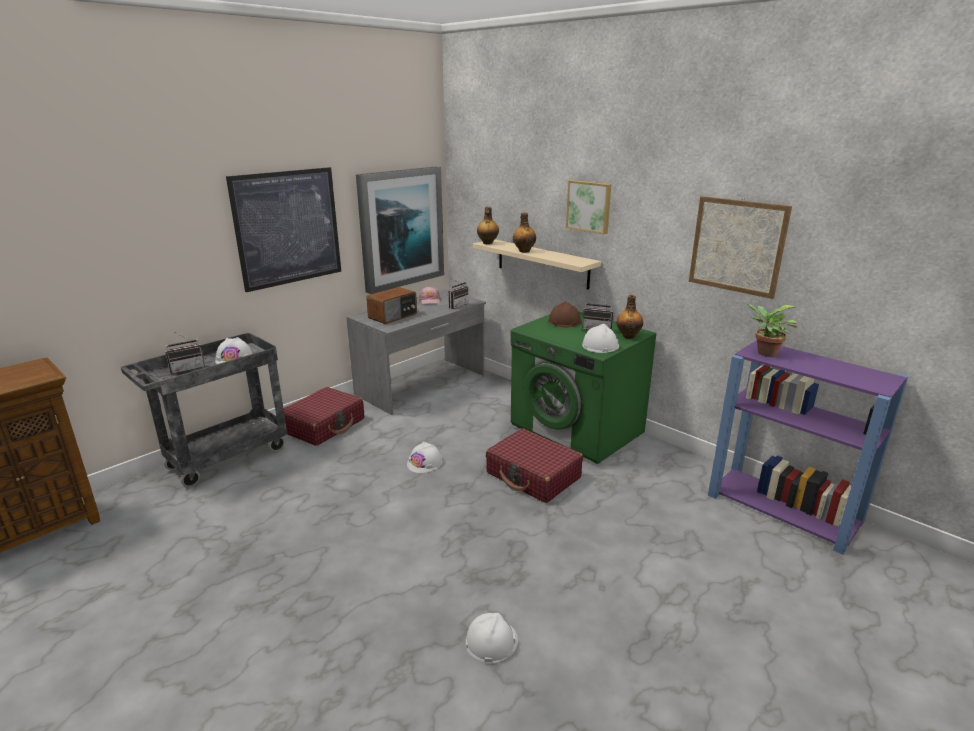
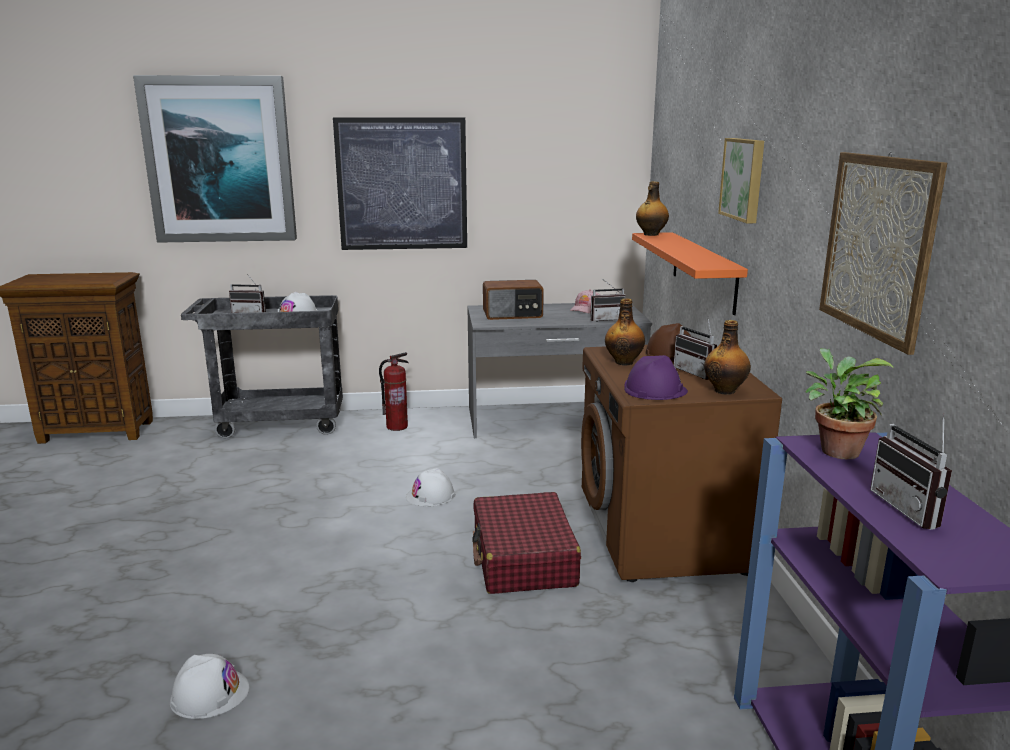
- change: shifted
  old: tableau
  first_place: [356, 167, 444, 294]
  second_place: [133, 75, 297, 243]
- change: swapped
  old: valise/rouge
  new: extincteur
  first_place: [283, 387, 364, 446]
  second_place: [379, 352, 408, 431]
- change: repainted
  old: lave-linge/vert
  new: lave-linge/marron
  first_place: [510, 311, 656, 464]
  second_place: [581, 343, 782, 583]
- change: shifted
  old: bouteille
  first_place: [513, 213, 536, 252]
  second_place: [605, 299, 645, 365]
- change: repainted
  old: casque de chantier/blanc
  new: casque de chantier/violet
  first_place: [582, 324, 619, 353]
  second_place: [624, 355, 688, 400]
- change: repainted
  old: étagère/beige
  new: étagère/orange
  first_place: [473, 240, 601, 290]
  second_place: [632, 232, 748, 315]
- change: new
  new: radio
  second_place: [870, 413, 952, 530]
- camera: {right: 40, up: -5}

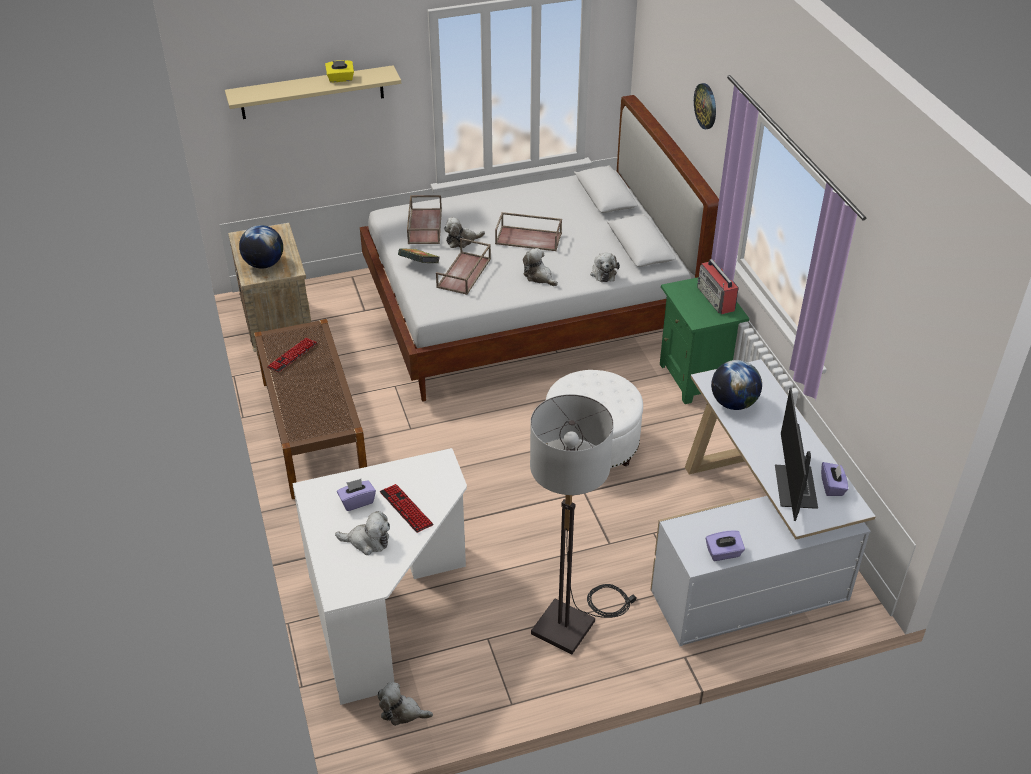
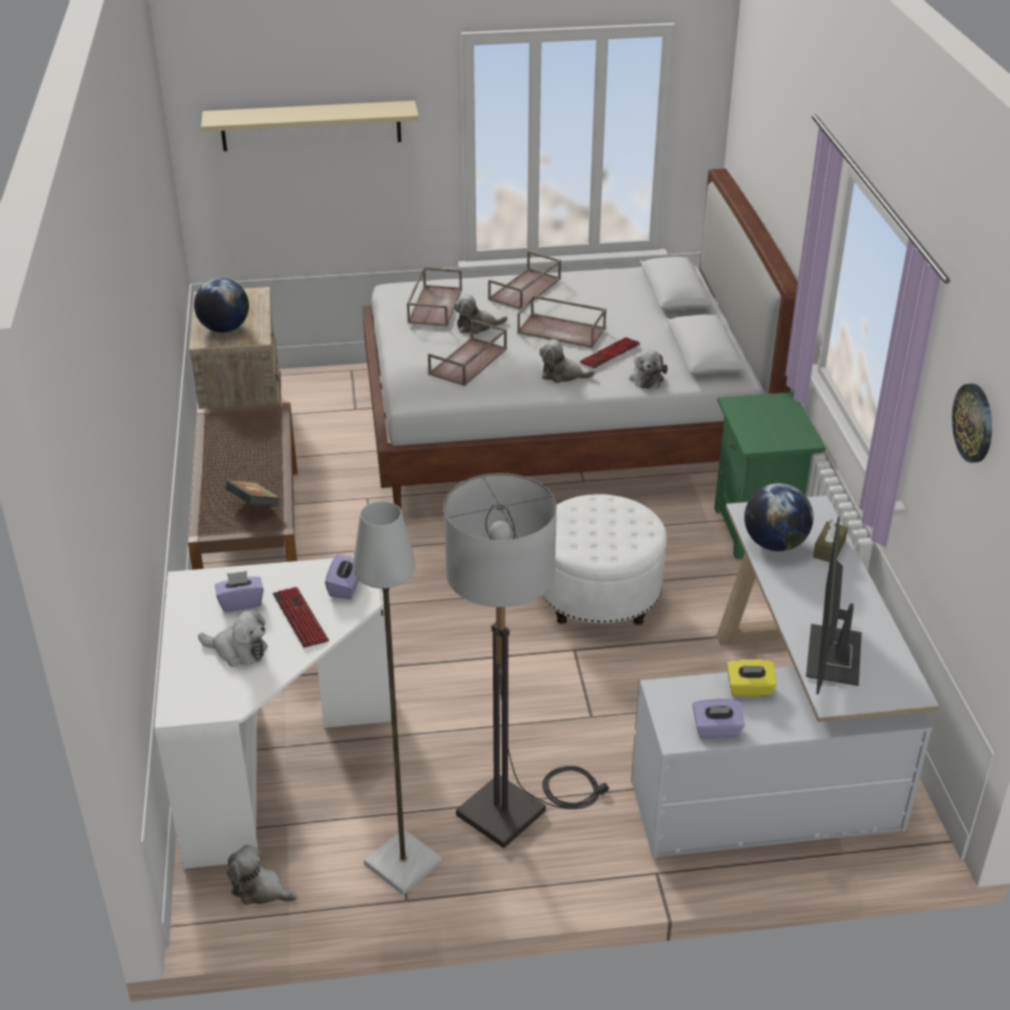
- change: shifted
  old: livre
  first_place: [398, 248, 440, 263]
  second_place: [225, 480, 281, 507]
- change: shifted
  old: boîte à mouchoirs/violet
  first_place: [821, 462, 848, 496]
  second_place: [325, 554, 359, 599]
- change: new
  new: lampadaire/gris
  second_place: [353, 501, 443, 895]
- change: new
  new: plateau/marron
  second_place: [488, 251, 561, 310]
- change: rotated
  old: peluche
  first_place: [523, 248, 558, 286]
  second_place: [539, 339, 595, 383]
  degrees: -45
- change: shifted
  old: clavier
  first_place: [267, 338, 318, 372]
  second_place: [580, 337, 640, 368]
- change: shifted
  old: boîte à mouchoirs/jaune
  first_place: [325, 60, 354, 83]
  second_place: [726, 659, 777, 697]
- change: new
  new: boîte à mouchoirs/marron
  second_place: [813, 519, 848, 562]
- change: shifted
  old: horloge murale
  first_place: [694, 83, 716, 129]
  second_place: [952, 384, 992, 463]
- change: gone
  old: radio
  first_place: [697, 259, 739, 314]
- camera: {right: 10, up: -5}

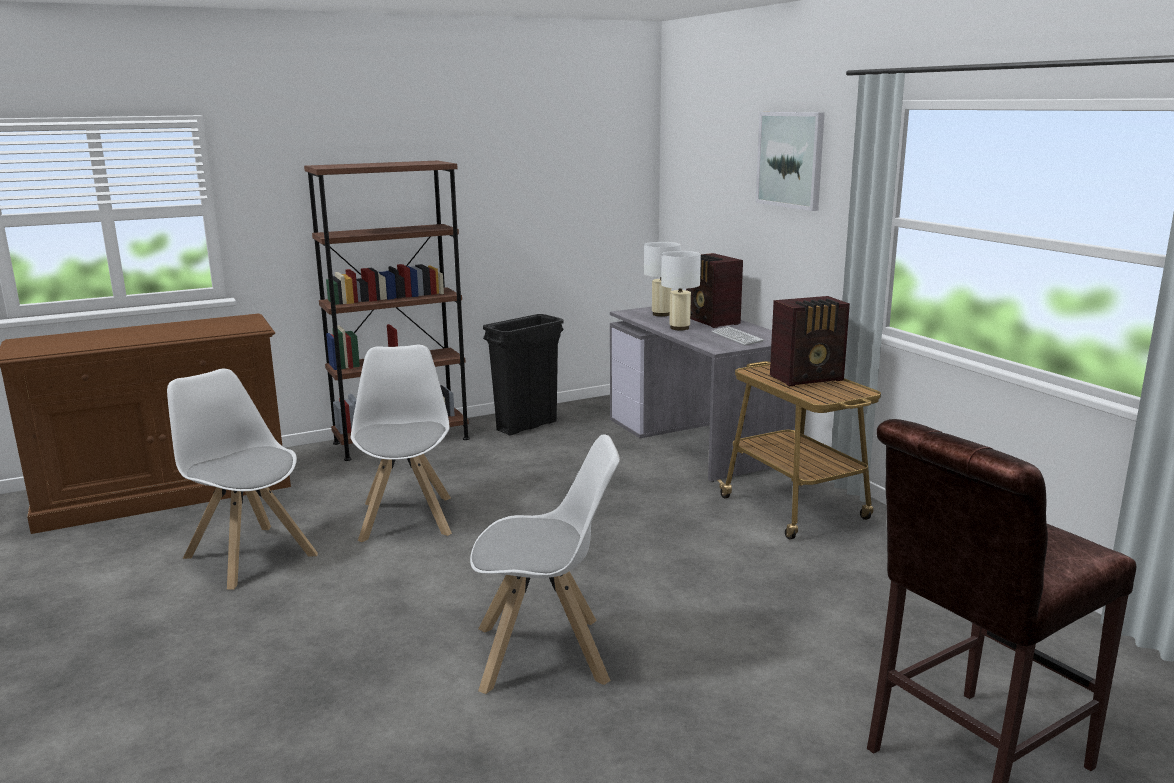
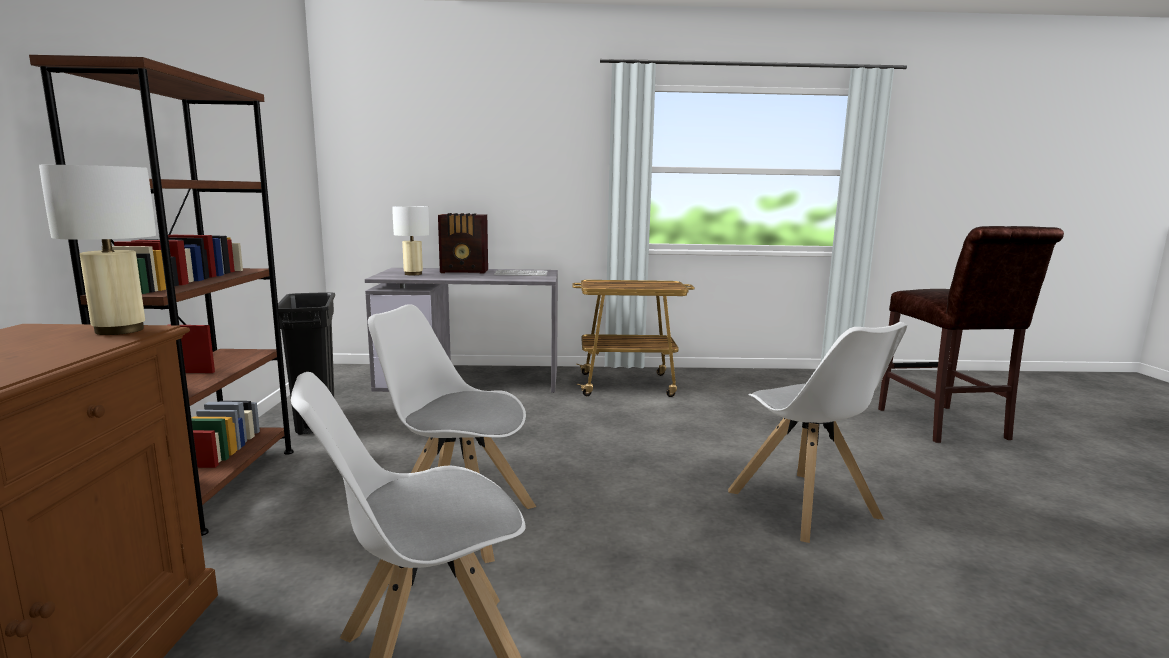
- change: shifted
  old: lampe de table/blanc
  first_place: [661, 251, 701, 330]
  second_place: [39, 165, 156, 335]
- change: rotated
  old: chaise
  first_place: [470, 435, 620, 694]
  second_place: [728, 322, 907, 543]
  degrees: 135
- change: gone
  old: tableau
  first_place: [756, 112, 825, 211]
- change: gone
  old: radio
  first_place: [770, 296, 850, 386]
- camera: {right: -65, up: -5}

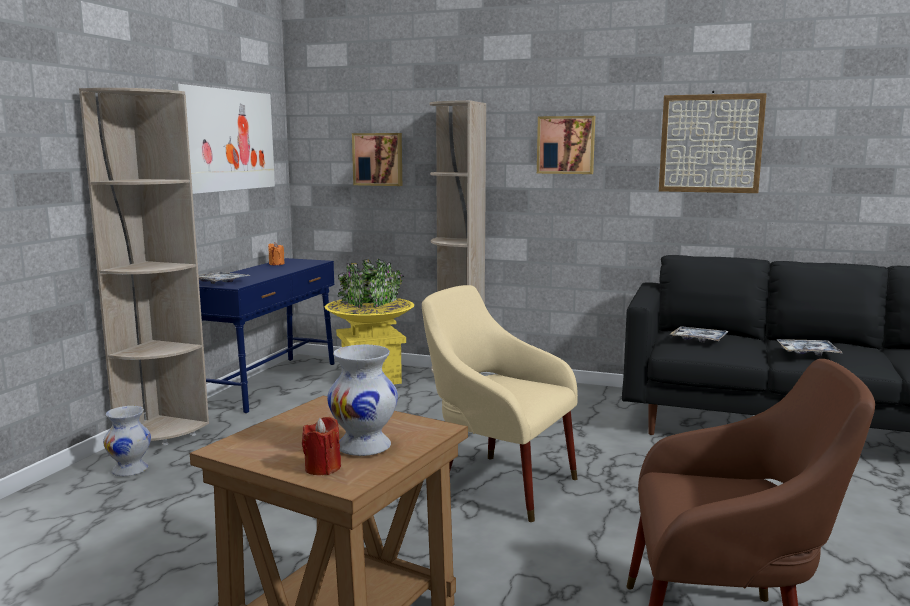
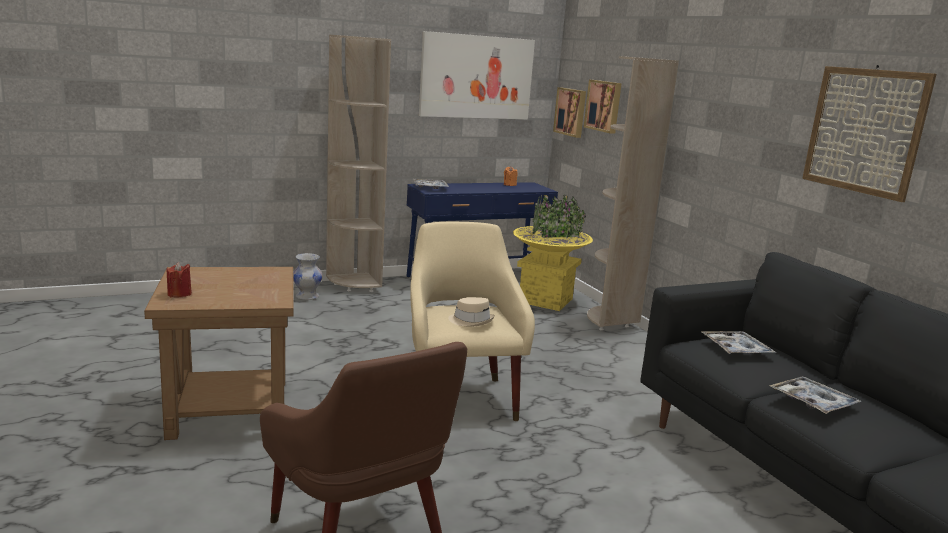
- change: new
  new: chapeau/beige
  second_place: [448, 297, 495, 327]
- change: shifted
  old: tableau
  first_place: [537, 116, 595, 174]
  second_place: [553, 87, 586, 138]
- change: gone
  old: vase/blanc
  first_place: [327, 345, 398, 456]
- camera: {right: 45, up: 5}

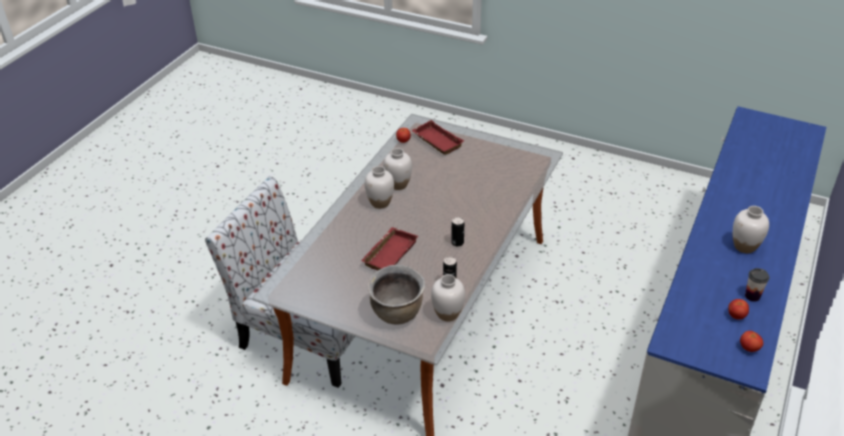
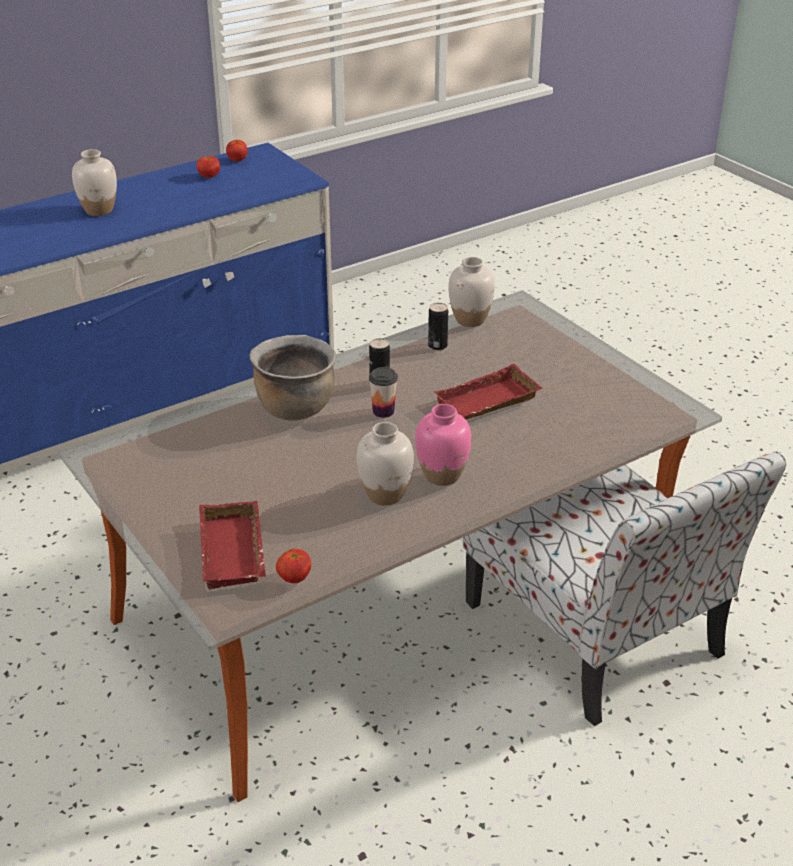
- change: shifted
  old: marmite/marron
  first_place: [368, 265, 425, 325]
  second_place: [250, 335, 336, 421]
- change: shifted
  old: tasse
  first_place: [745, 268, 769, 302]
  second_place: [369, 367, 398, 418]
- change: repainted
  old: vase/blanc
  new: vase/rose
  first_place: [365, 166, 394, 209]
  second_place: [415, 404, 471, 486]
- camera: {right: -150, up: -5}

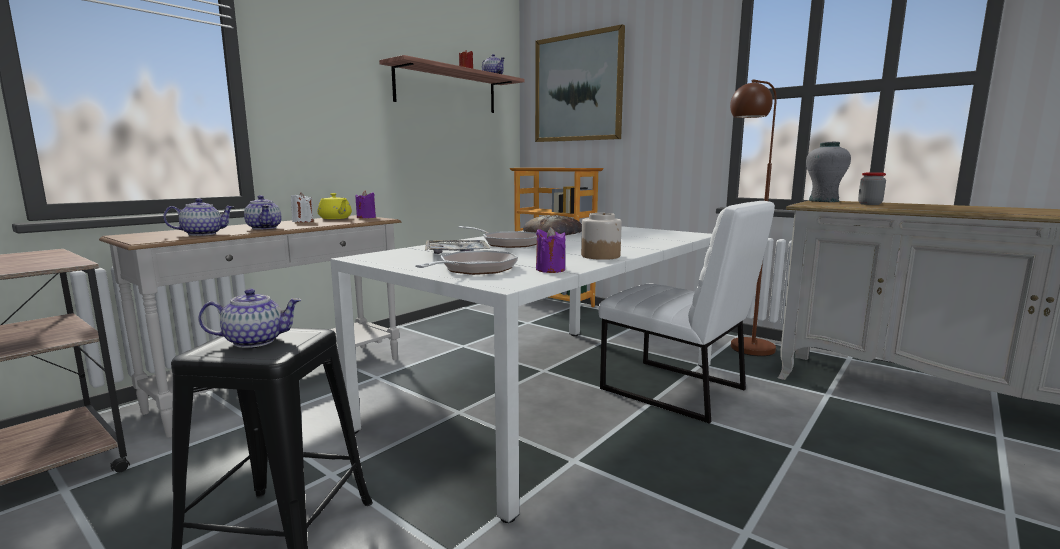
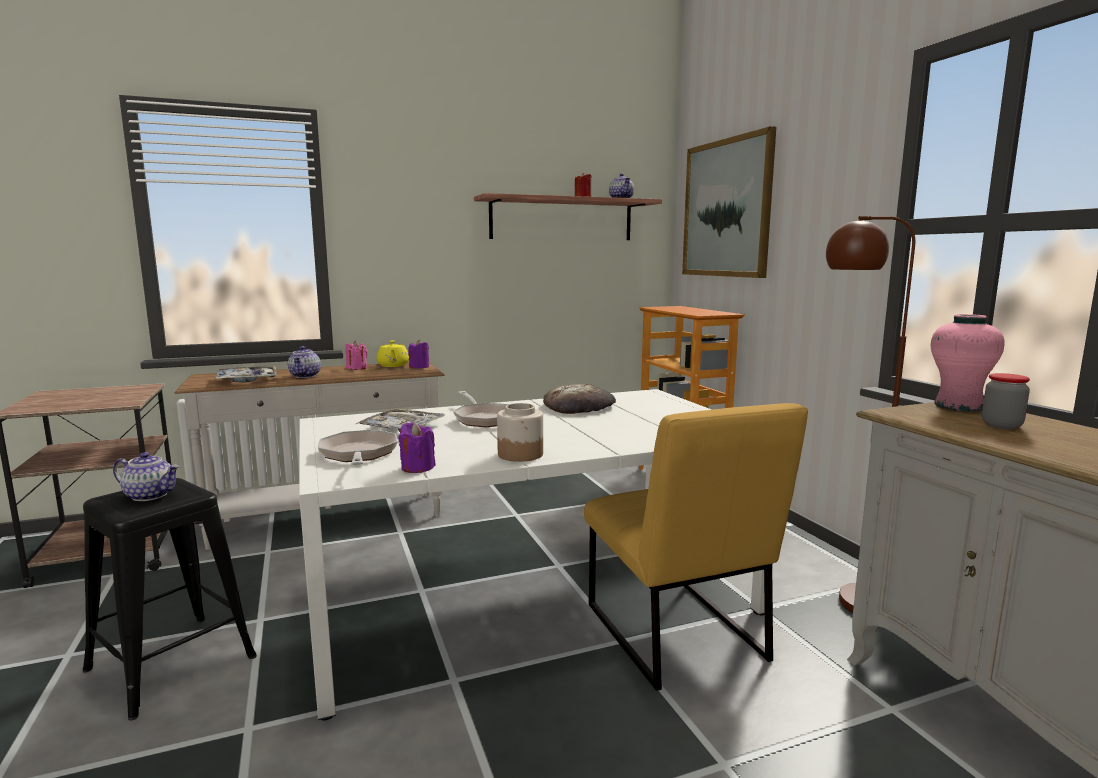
- change: swapped
  old: théière
  new: plateau
  first_place: [163, 198, 234, 236]
  second_place: [215, 366, 277, 383]
- change: rotated
  old: poêle
  first_place: [415, 250, 518, 275]
  second_place: [318, 430, 397, 465]
  degrees: -75
- change: repainted
  old: bougie/blanc
  new: bougie/rose
  first_place: [291, 192, 313, 222]
  second_place: [345, 340, 368, 370]
- change: repainted
  old: chaise/blanc
  new: chaise/jaune
  first_place: [598, 201, 775, 424]
  second_place: [584, 403, 808, 691]
- change: repainted
  old: vase/gris
  new: vase/rose
  first_place: [806, 142, 851, 202]
  second_place: [931, 314, 1005, 412]
- camera: {right: 30, up: 0}

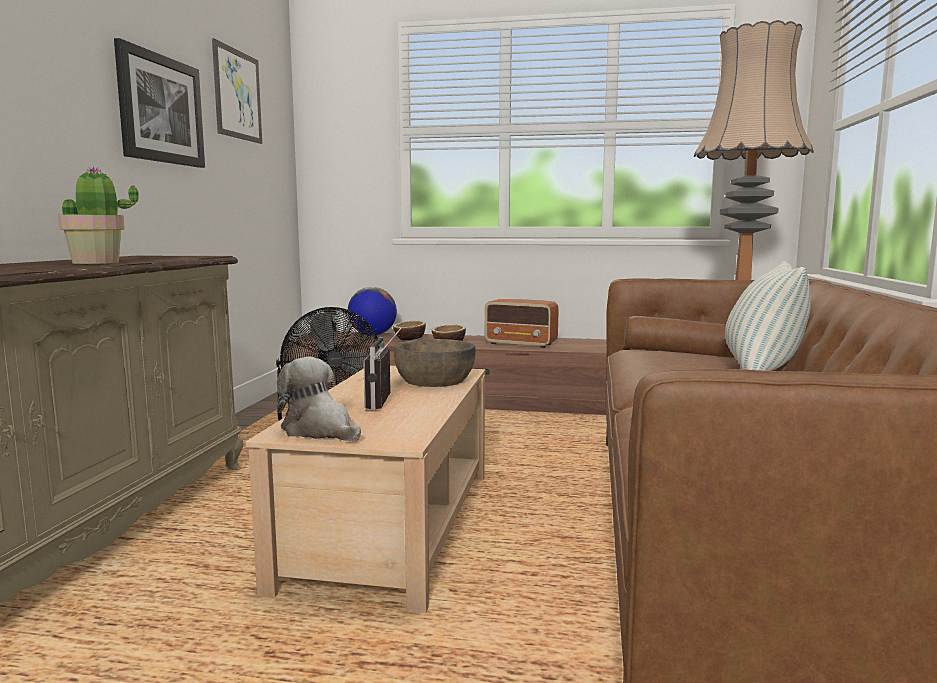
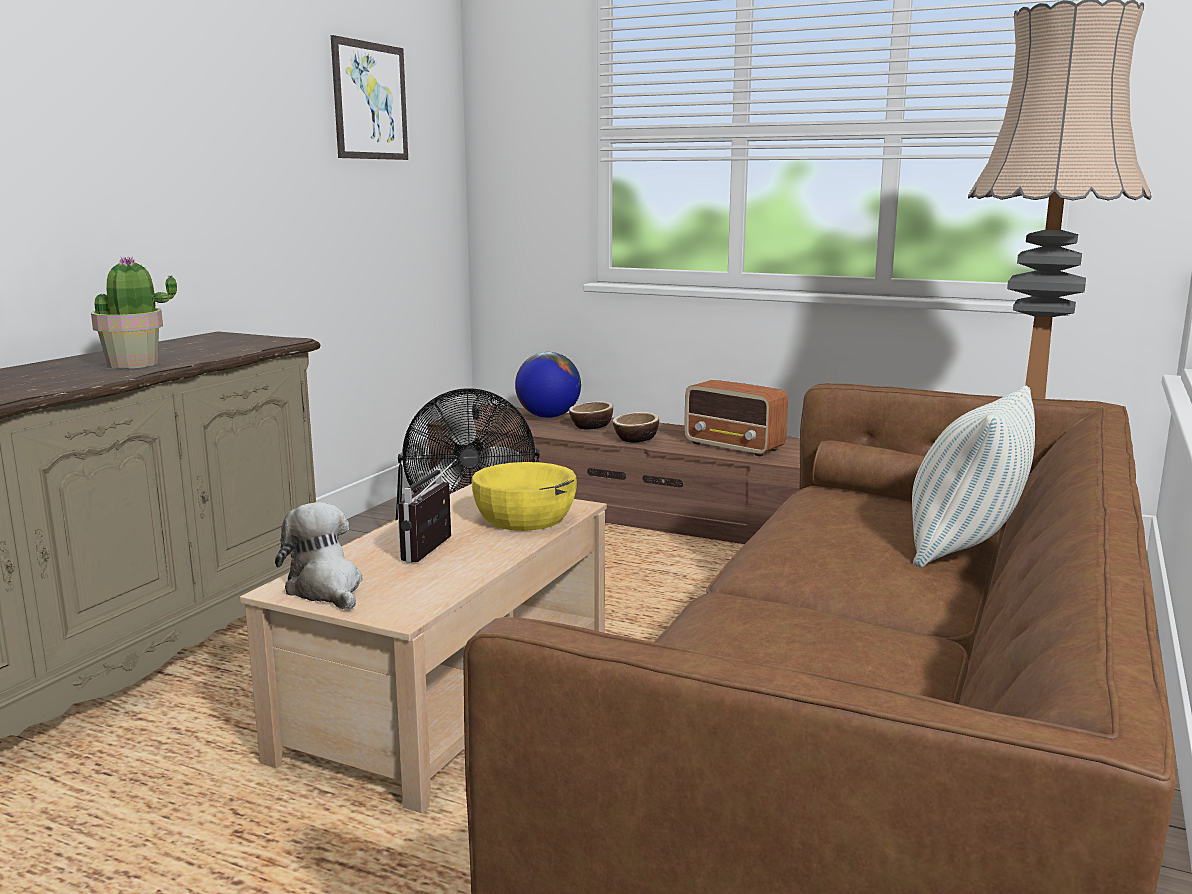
- change: repainted
  old: bol/marron
  new: bol/jaune
  first_place: [394, 339, 476, 387]
  second_place: [472, 462, 577, 531]
- change: gone
  old: tableau
  first_place: [114, 38, 205, 168]
- camera: {right: 15, up: 5}

